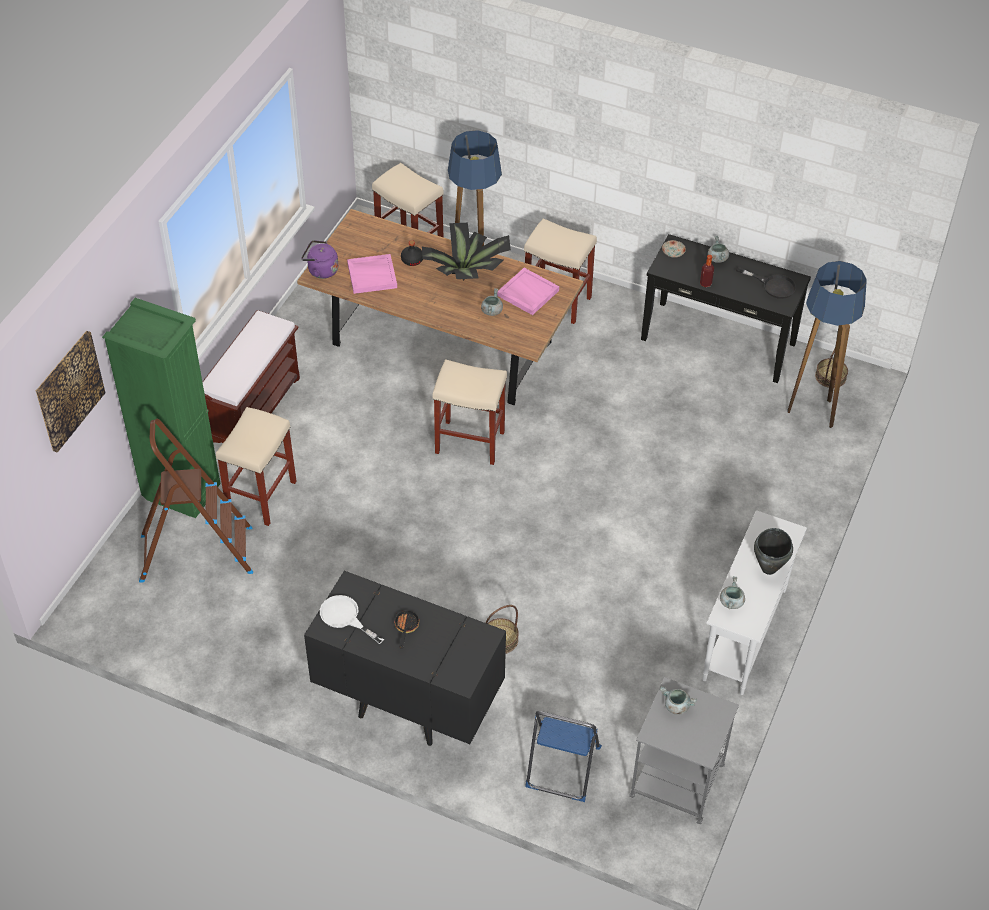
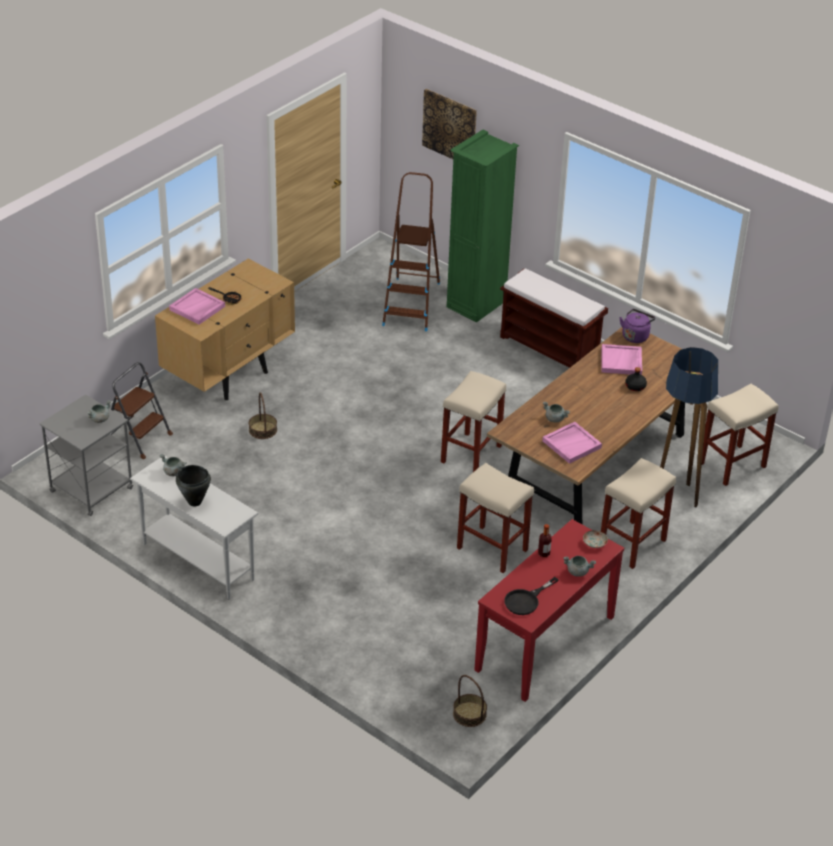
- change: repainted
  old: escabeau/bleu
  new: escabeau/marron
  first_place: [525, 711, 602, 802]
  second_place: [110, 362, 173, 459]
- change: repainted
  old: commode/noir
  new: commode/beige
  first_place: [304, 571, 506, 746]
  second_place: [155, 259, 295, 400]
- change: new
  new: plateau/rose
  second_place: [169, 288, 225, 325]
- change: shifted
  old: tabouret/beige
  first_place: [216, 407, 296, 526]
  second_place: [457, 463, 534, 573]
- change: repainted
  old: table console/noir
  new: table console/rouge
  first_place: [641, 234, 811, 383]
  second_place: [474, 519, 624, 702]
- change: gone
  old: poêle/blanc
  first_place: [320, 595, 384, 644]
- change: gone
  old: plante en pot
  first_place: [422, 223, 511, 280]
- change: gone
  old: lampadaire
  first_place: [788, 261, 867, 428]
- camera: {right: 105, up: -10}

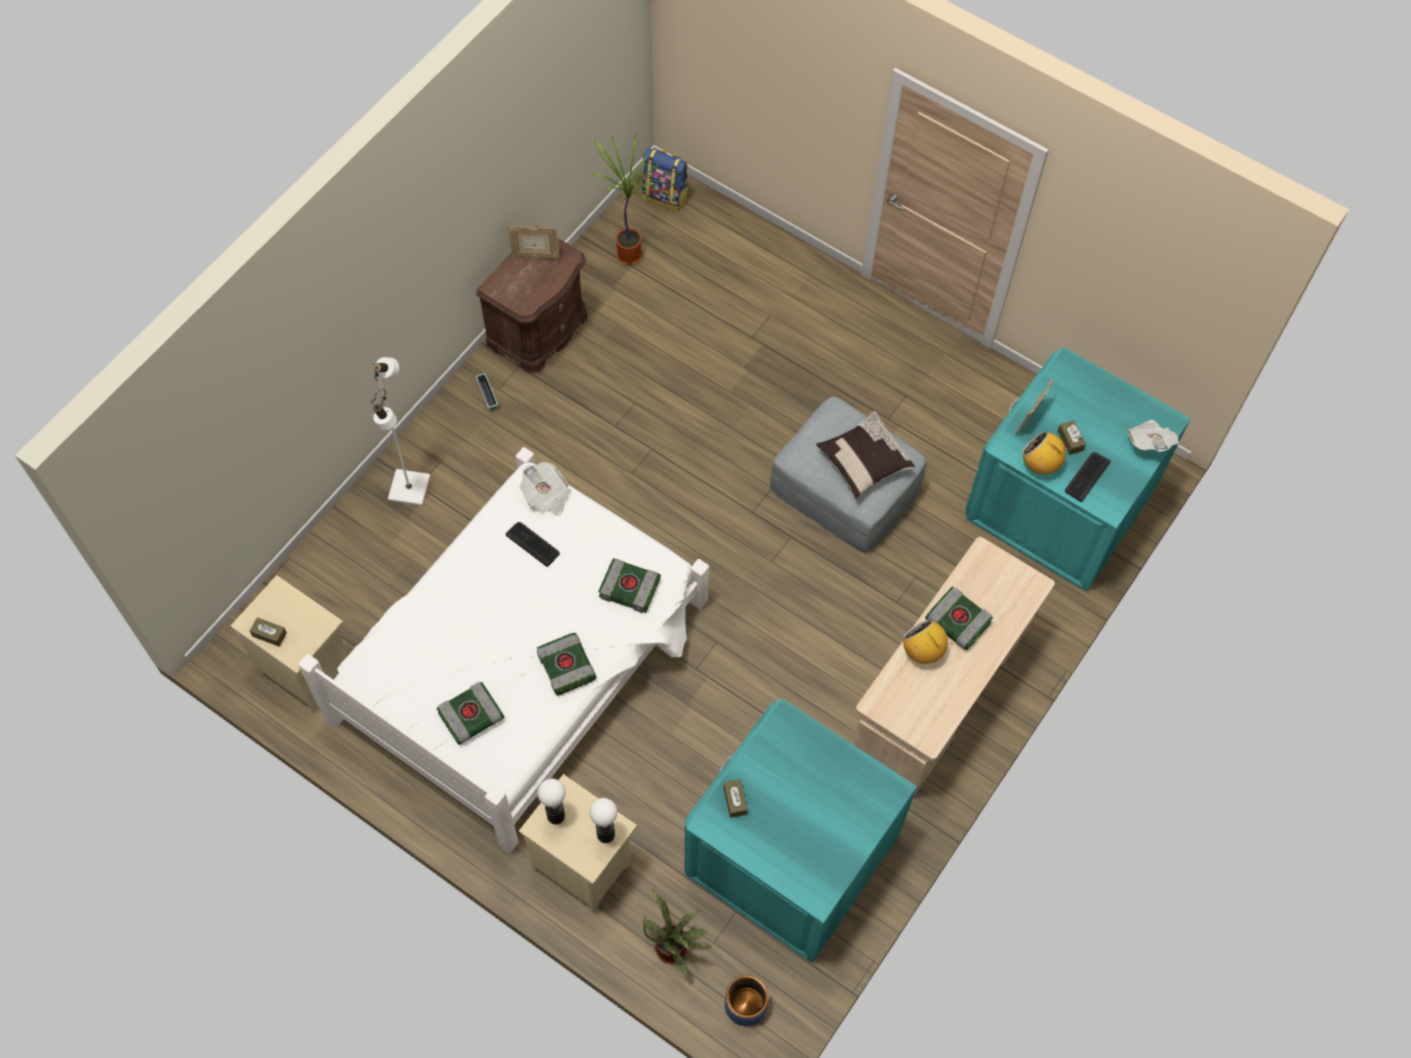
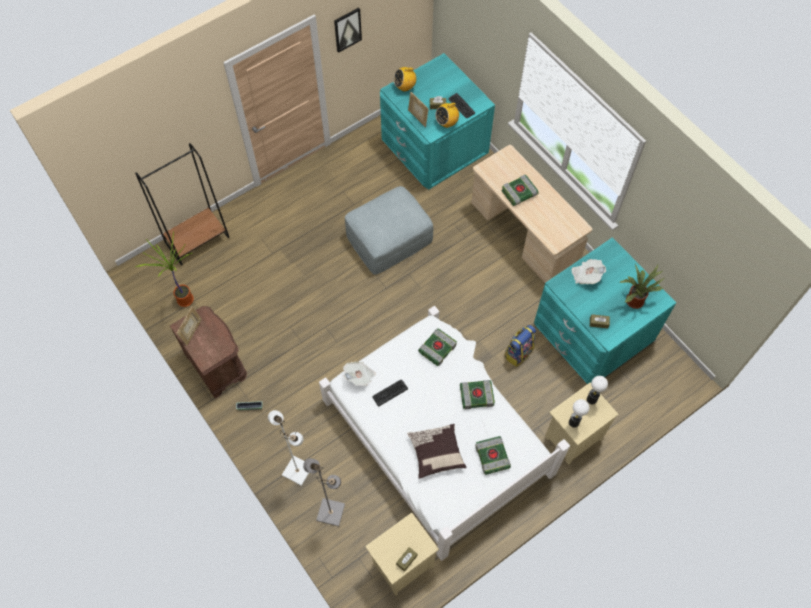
- change: new
  new: portant
  second_place: [135, 143, 229, 265]
- change: new
  new: lampadaire/gris
  second_place: [303, 458, 345, 526]
- change: new
  new: tableau
  second_place: [334, 7, 362, 53]
- change: shifted
  old: radio
  first_place: [903, 620, 953, 664]
  second_place: [394, 65, 416, 91]
- change: shifted
  old: coussin
  first_place: [816, 411, 915, 498]
  second_place: [407, 424, 467, 479]
- change: shifted
  old: sac à dos
  first_place: [642, 148, 689, 211]
  second_place: [505, 325, 536, 367]
- change: shifted
  old: journal
  first_place: [1127, 420, 1179, 452]
  second_place: [572, 259, 606, 284]
- change: shifted
  old: plante en pot
  first_place: [642, 889, 711, 976]
  second_place: [619, 265, 664, 309]
- change: gone
  old: cache-pot/bleu
  first_place: [725, 975, 769, 1026]
- camera: {right: -70, up: 0}

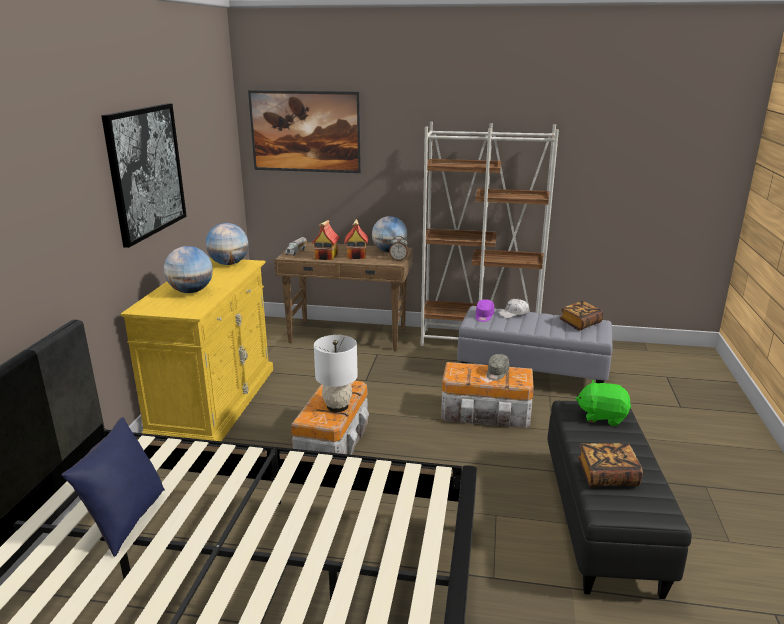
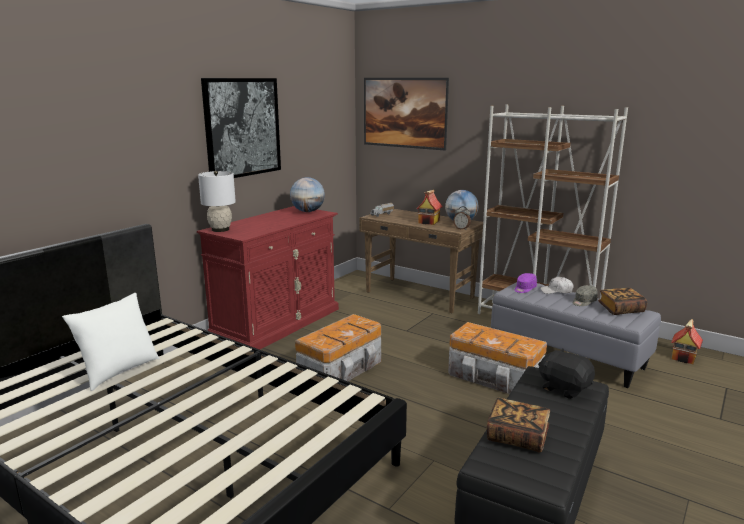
- change: repainted
  old: coussin/bleu
  new: coussin/blanc
  first_place: [62, 417, 165, 557]
  second_place: [62, 293, 160, 391]
- change: repainted
  old: commode/jaune
  new: commode/rouge
  first_place: [120, 258, 273, 441]
  second_place: [197, 206, 339, 350]
- change: shifted
  old: lampe de table/blanc
  first_place: [314, 335, 358, 412]
  second_place: [198, 171, 236, 232]
- change: repainted
  old: peluche/vert
  new: peluche/noir
  first_place: [575, 379, 631, 426]
  second_place: [538, 349, 595, 399]
- change: shifted
  old: casquette/gris
  first_place: [487, 354, 509, 381]
  second_place: [573, 285, 598, 306]
- change: shifted
  old: maison miniature
  first_place: [312, 220, 340, 260]
  second_place: [671, 319, 703, 364]
- change: gone
  old: globe
  first_place: [164, 246, 213, 293]
- camera: {right: 25, up: -5}

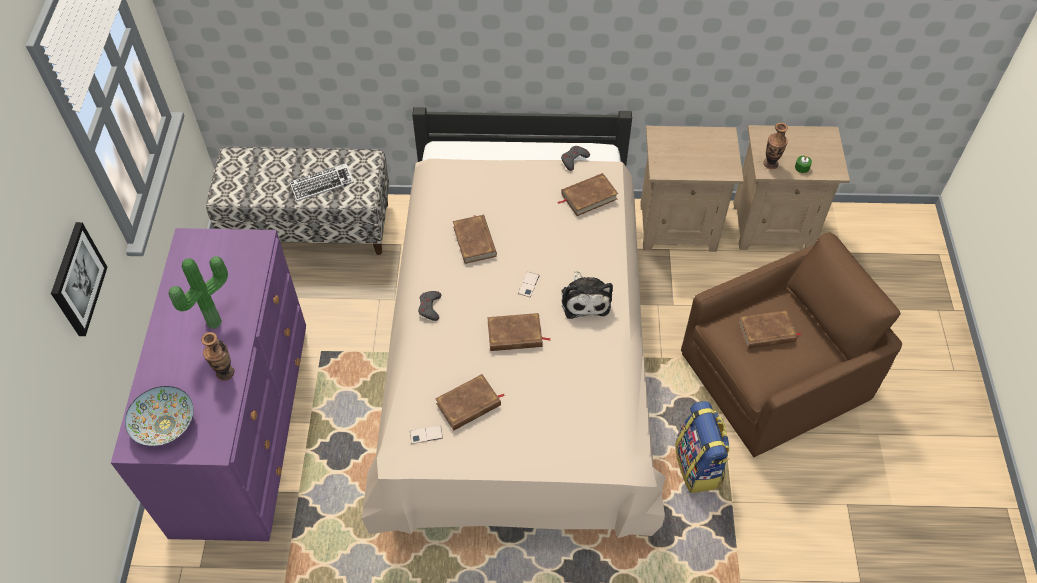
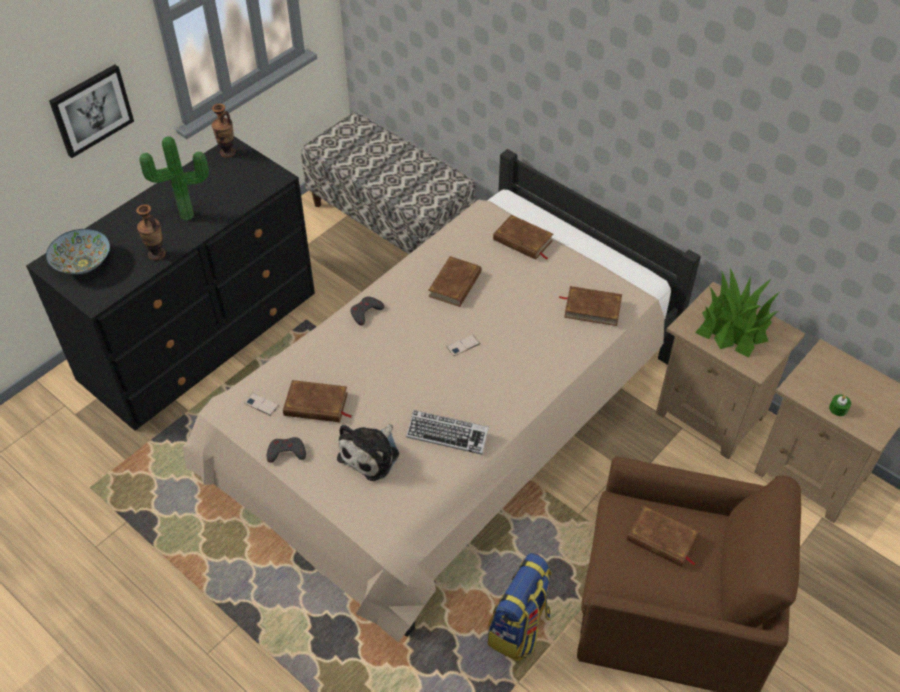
- change: repainted
  old: commode/violet
  new: commode/noir
  first_place: [111, 228, 306, 541]
  second_place: [26, 136, 315, 431]
- change: shifted
  old: vase
  first_place: [763, 122, 788, 169]
  second_place: [212, 103, 236, 158]
- change: shifted
  old: manette/gris
  first_place: [561, 146, 590, 171]
  second_place: [267, 437, 306, 463]
- change: shifted
  old: peluche
  first_place: [562, 271, 613, 319]
  second_place: [337, 423, 399, 481]
- change: shifted
  old: clavier
  first_place: [289, 163, 354, 201]
  second_place: [406, 410, 489, 454]
- change: shifted
  old: livre/marron
  first_place: [487, 313, 551, 351]
  second_place: [493, 215, 553, 260]
- change: new
  new: plante en pot
  second_place: [695, 268, 779, 357]
- camera: {right: 40, up: -5}

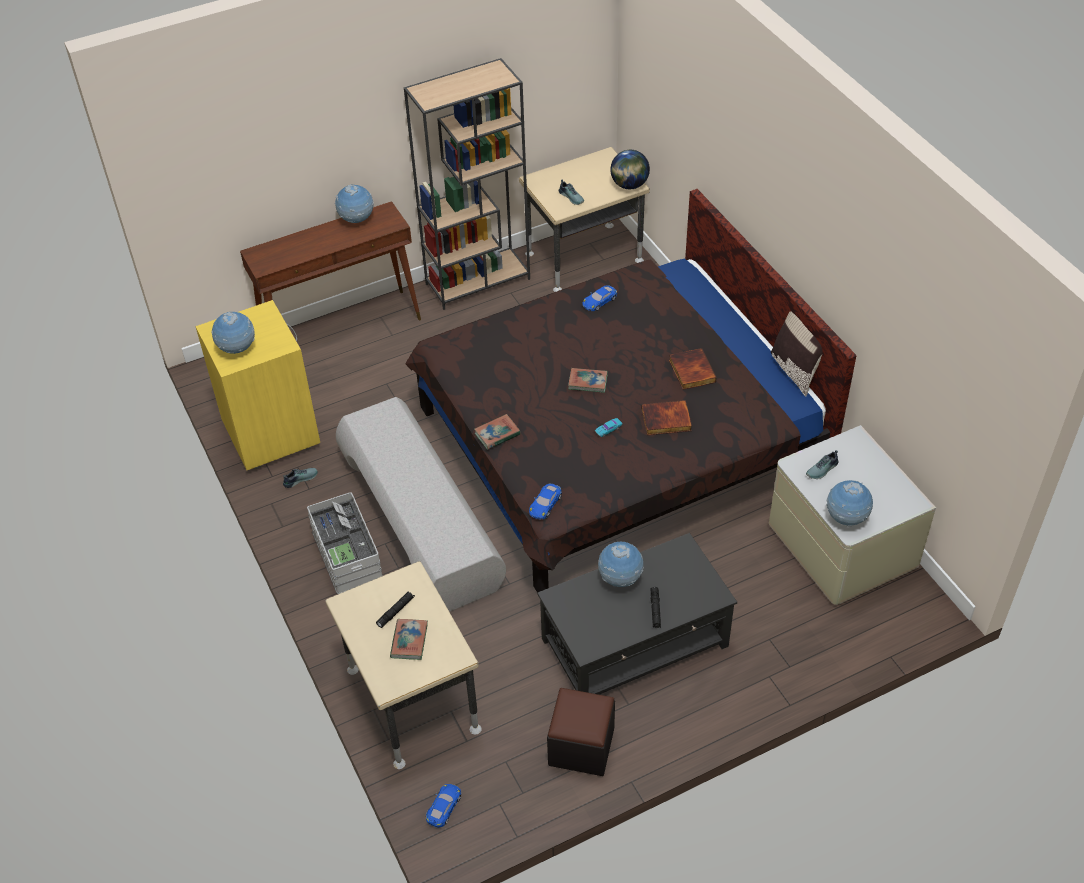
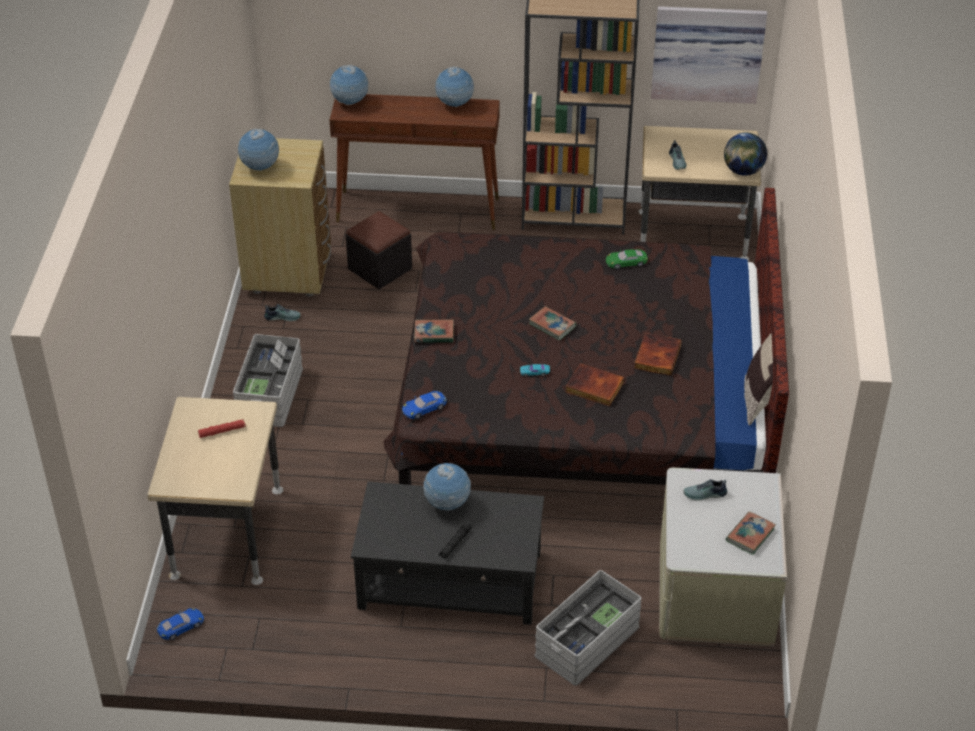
- change: repainted
  old: lampe de poche/noir
  new: lampe de poche/rouge
  first_place: [376, 591, 415, 628]
  second_place: [198, 419, 246, 438]
- change: repainted
  old: commode/jaune
  new: commode/marron
  first_place: [195, 300, 320, 470]
  second_place: [229, 138, 331, 297]
- change: shifted
  old: globe
  first_place: [826, 480, 873, 527]
  second_place: [330, 65, 368, 105]
- change: shifted
  old: pouf/noir
  first_place: [547, 688, 615, 776]
  second_place: [346, 211, 412, 289]
- change: new
  new: boîte de rangement/gris
  second_place: [535, 570, 642, 685]
- change: repainted
  old: petite voiture/bleu
  new: petite voiture/vert
  first_place: [582, 285, 617, 311]
  second_place: [606, 249, 648, 269]
- change: new
  new: tableau
  second_place: [651, 6, 767, 104]
- change: shifted
  old: livre
  first_place: [390, 619, 428, 660]
  second_place: [726, 511, 776, 555]
- change: gone
  old: banc/gris
  first_place: [336, 397, 506, 612]
- camera: {right: 30, up: -5}

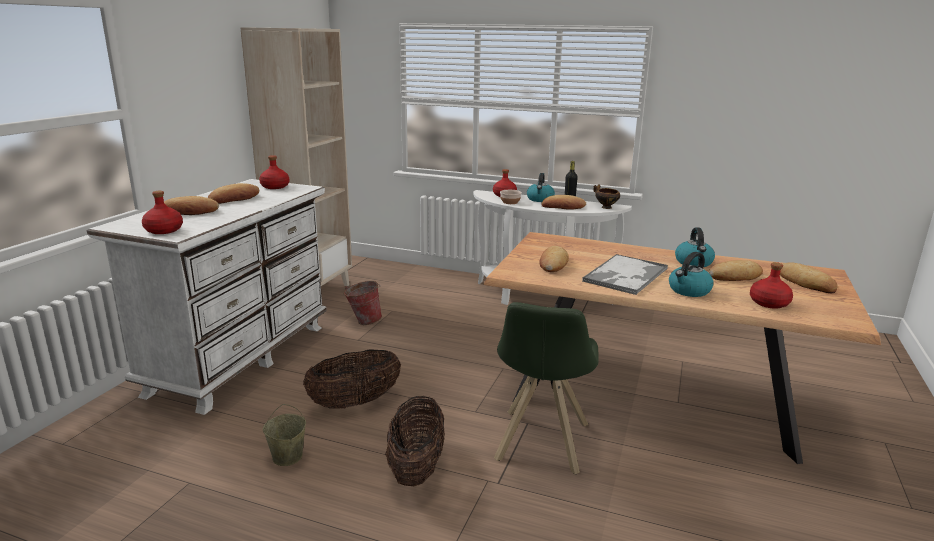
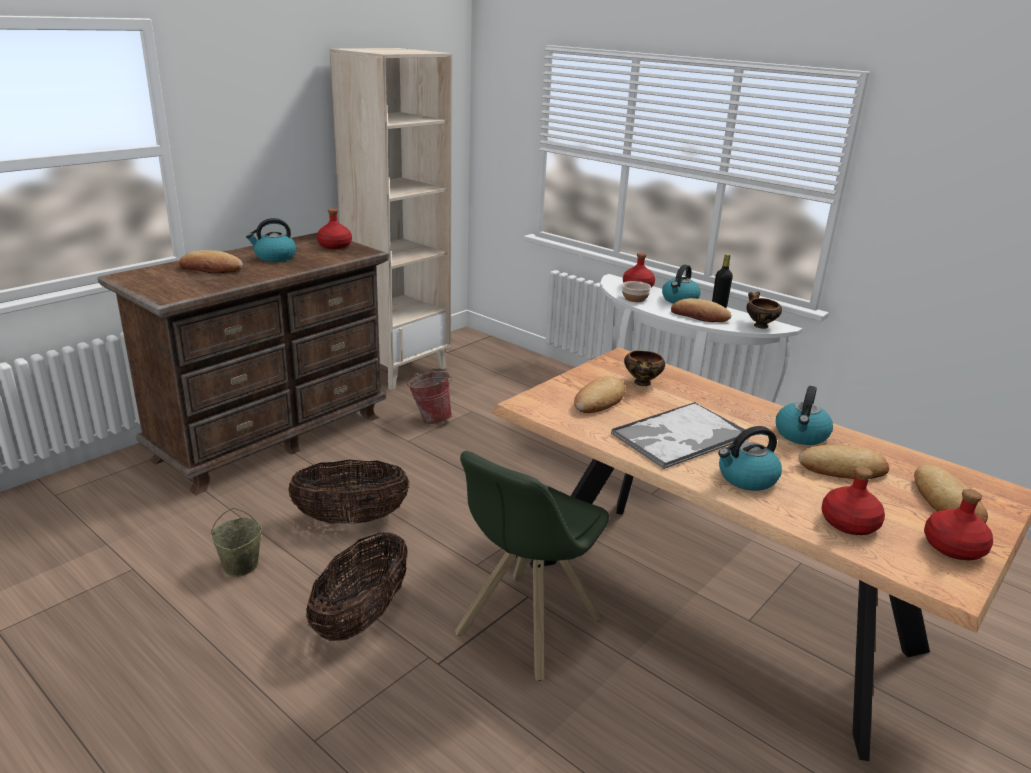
- change: repainted
  old: commode/blanc
  new: commode/marron
  first_place: [87, 179, 327, 415]
  second_place: [98, 232, 389, 496]
- change: swapped
  old: pain
  new: bouilloire
  first_place: [208, 183, 259, 204]
  second_place: [246, 218, 296, 262]
- change: new
  new: bol
  second_place: [624, 350, 665, 386]
- change: shifted
  old: bouteille/rouge
  first_place: [142, 191, 183, 234]
  second_place: [924, 489, 993, 560]
- camera: {right: 20, up: 5}

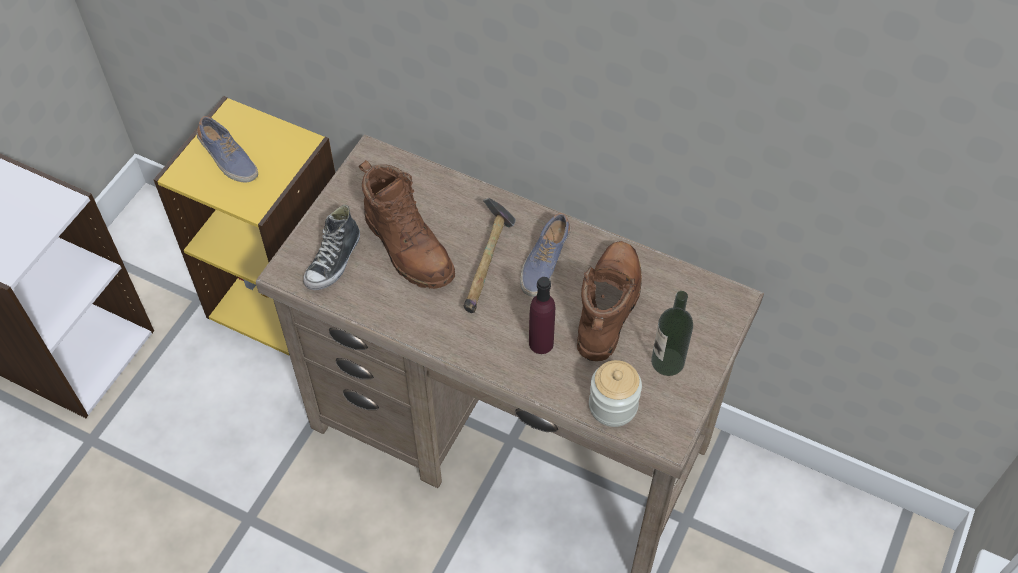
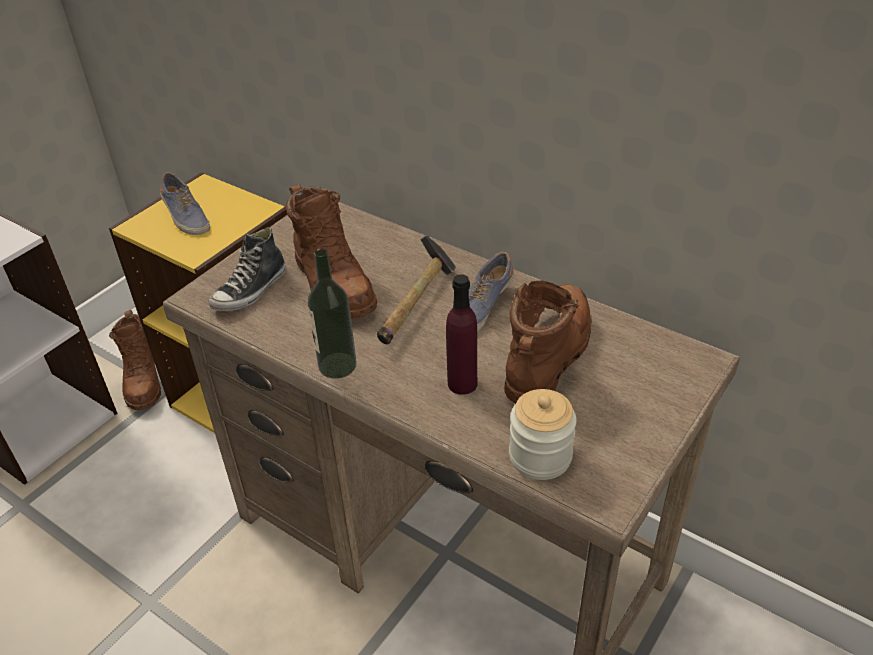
- change: new
  new: botte/marron
  second_place: [109, 309, 161, 410]
- change: shifted
  old: bouteille
  first_place: [651, 291, 693, 376]
  second_place: [307, 248, 357, 379]
- camera: {right: 10, up: -15}

